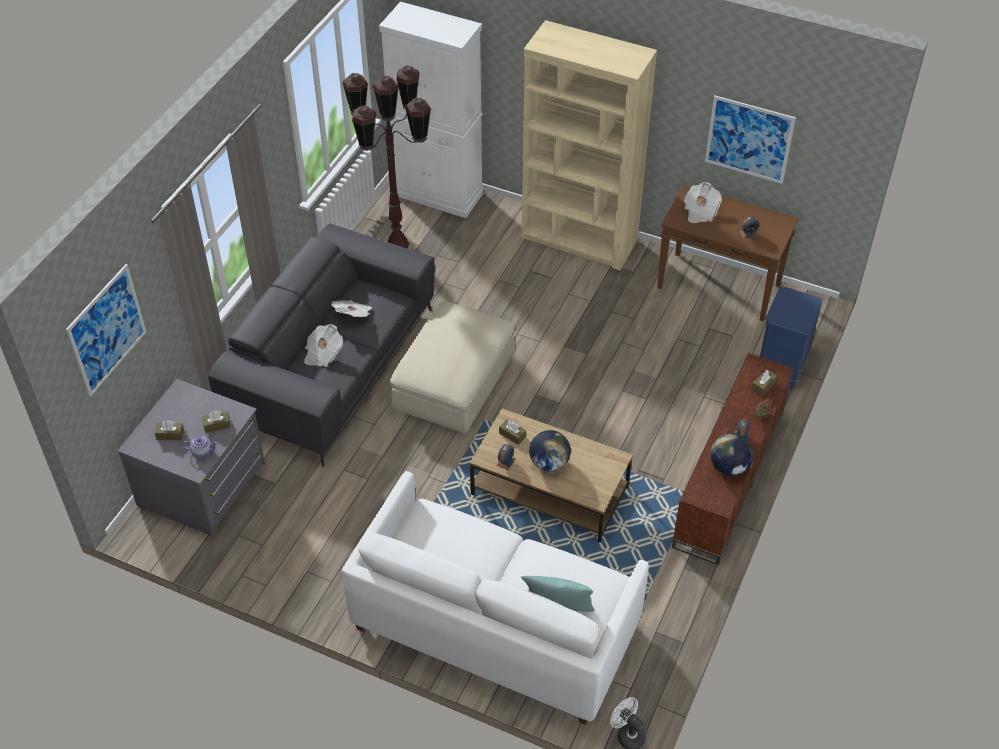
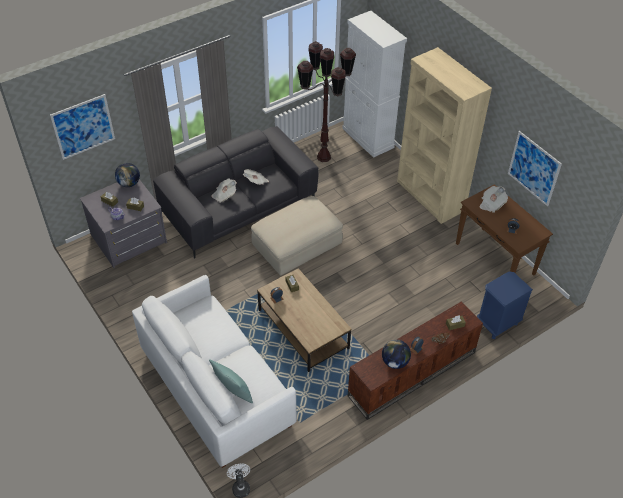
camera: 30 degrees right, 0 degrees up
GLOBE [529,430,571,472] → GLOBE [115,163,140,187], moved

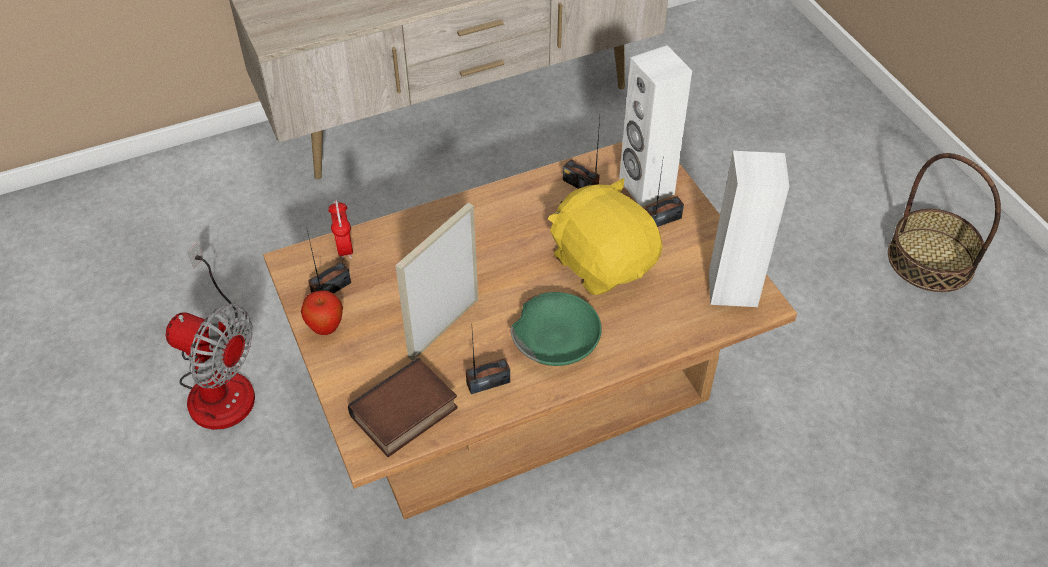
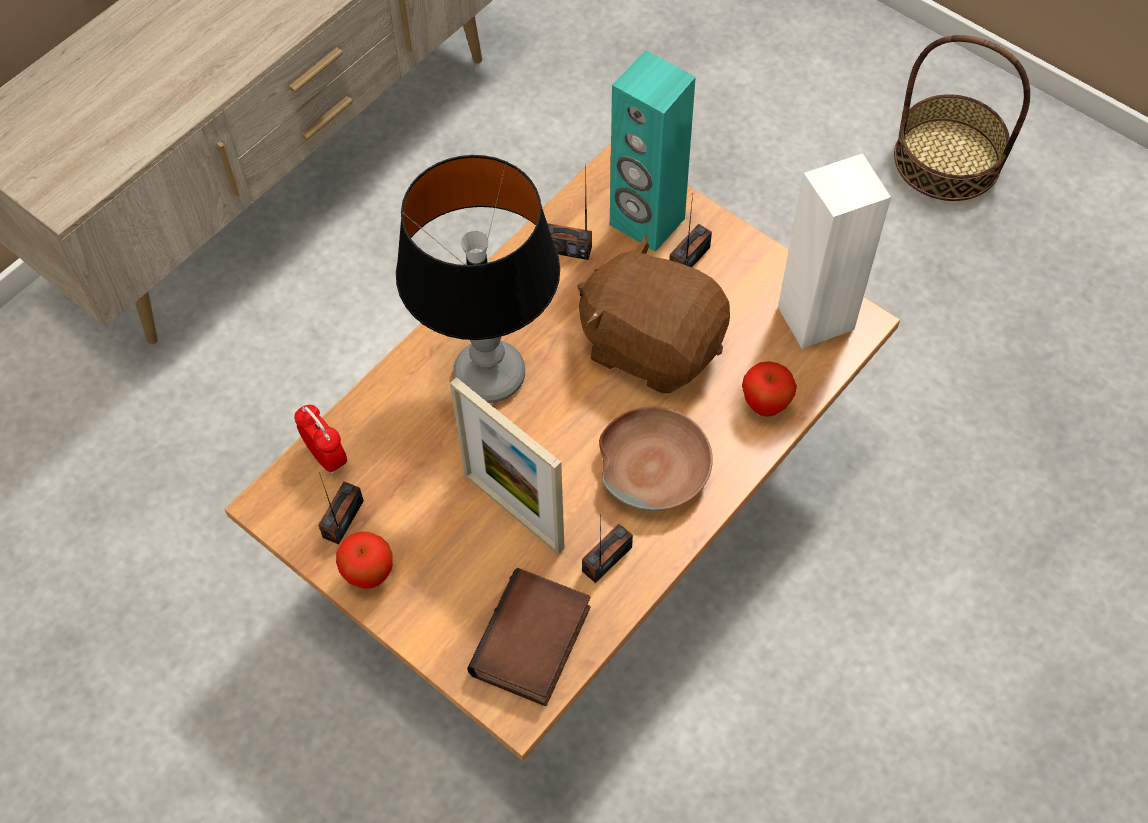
camera: 25 degrees left, 10 degrees up
WHITE SPEAKER [619,45,692,207] → TURQUOISE SPEAKER [610,50,696,252]
YELLOW PLUSH TOY [548,178,663,295] → BROWN PLUSH TOY [578,235,730,393]
PICTURE FRAME [395,202,478,361] → PICTURE FRAME [450,377,565,554], 60 degrees counterclockwise
FAN [166,242,255,430] → -
GREEN BOWL [510,292,602,366] → BROWN BOWL [599,407,713,511]
- → TABLE LAMP [396,155,560,403]
- → APPLE [742,361,797,417]

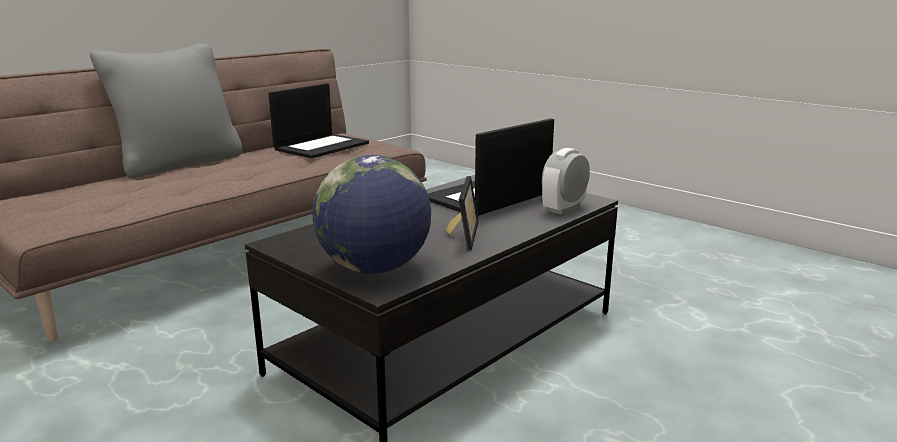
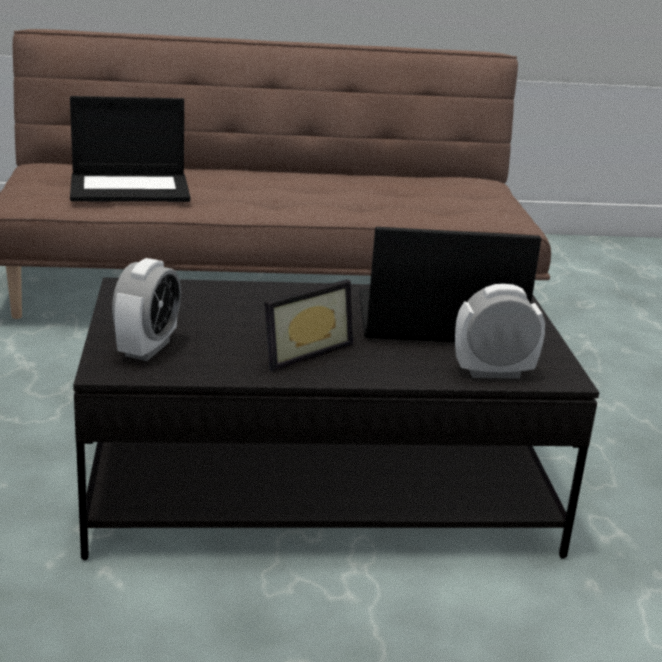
camera: 40 degrees right, 5 degrees up
GREY PILLOW [90,44,242,178] → -
LAPTOP [268,83,369,158] → LAPTOP [70,96,190,202], moved
GLOBE [313,155,431,274] → ALARM CLOCK [112,258,181,361]

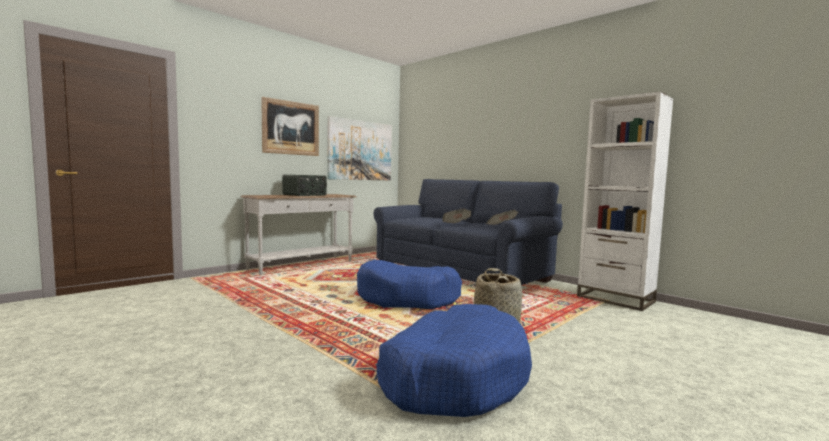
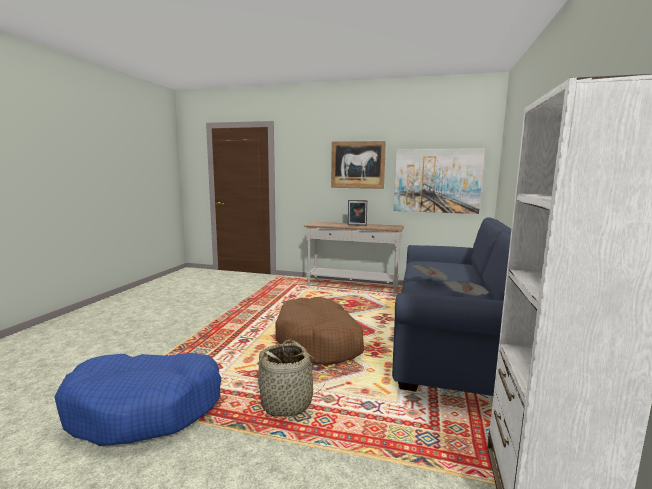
camera: 60 degrees right, 5 degrees up
RADIO [282,175,327,196] → PICTURE FRAME [348,200,367,226]
BLUE DOG BED [357,260,462,309] → BROWN DOG BED [275,297,364,365]

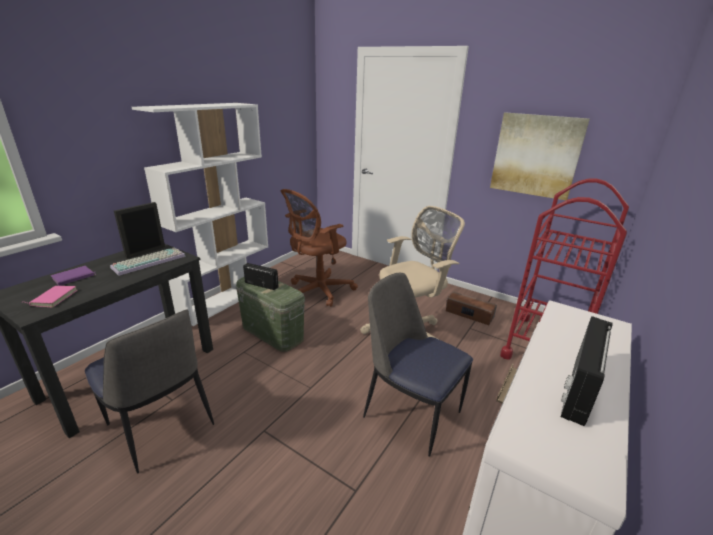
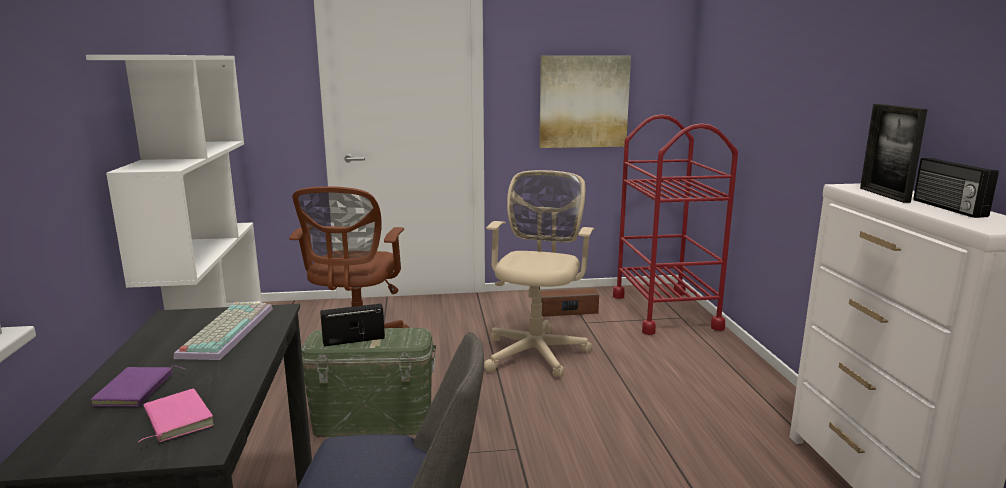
camera: 40 degrees left, 10 degrees down
PICTURE FRAME [114,202,165,259] → PICTURE FRAME [860,104,928,203], moved
CHAIR [363,273,473,457] → -

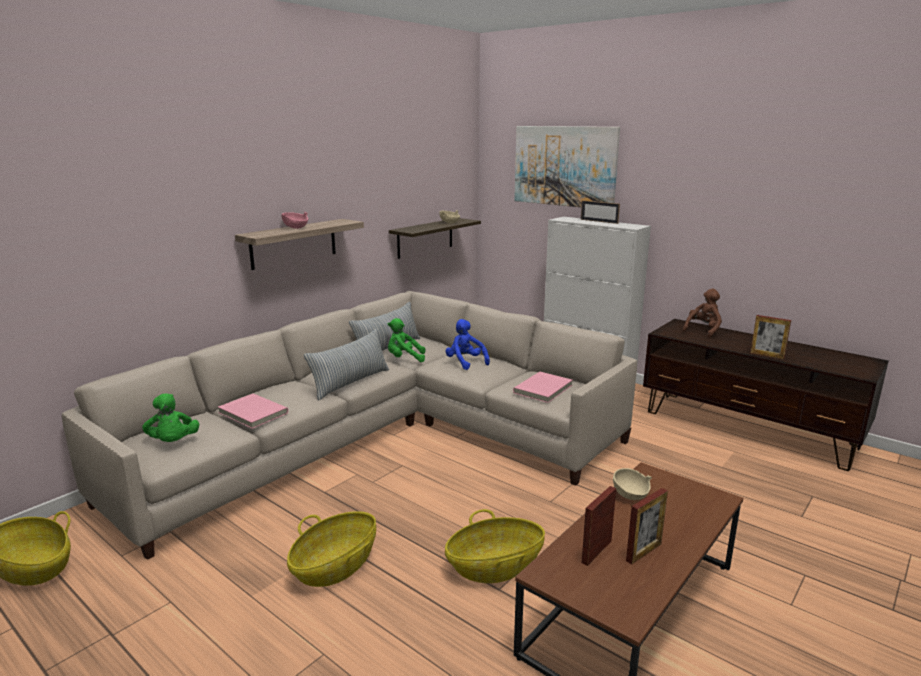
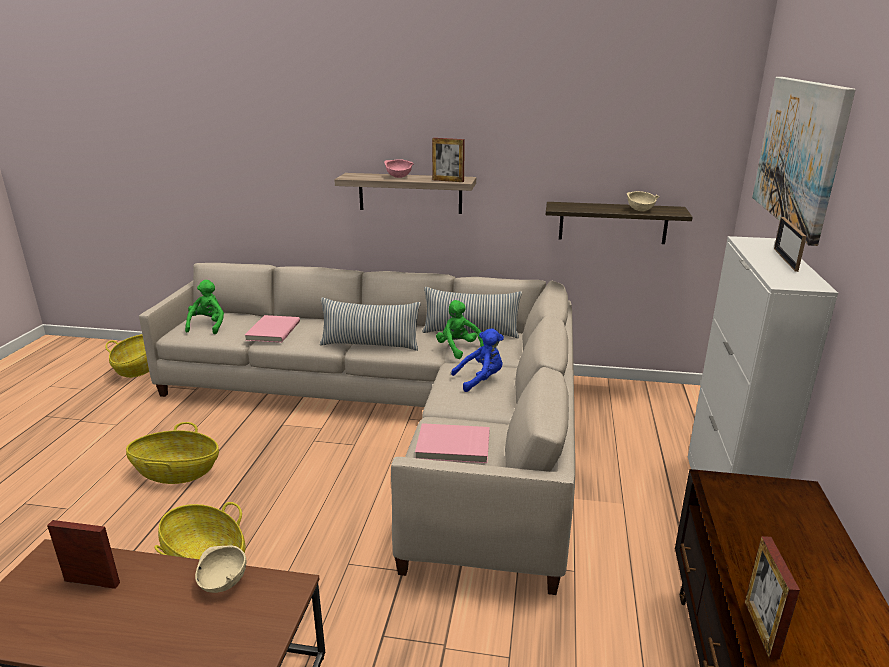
camera: 60 degrees right, 5 degrees up
BROWN PLUSH TOY [683,289,722,338] → -
BLUE PLUSH TOY [445,319,490,370] → BLUE PLUSH TOY [451,328,504,392], 45 degrees clockwise
GREEN PLUSH TOY [142,394,199,442] → GREEN PLUSH TOY [185,280,224,334], 150 degrees clockwise
PICTURE FRAME [626,488,668,564] → PICTURE FRAME [432,138,465,182], moved

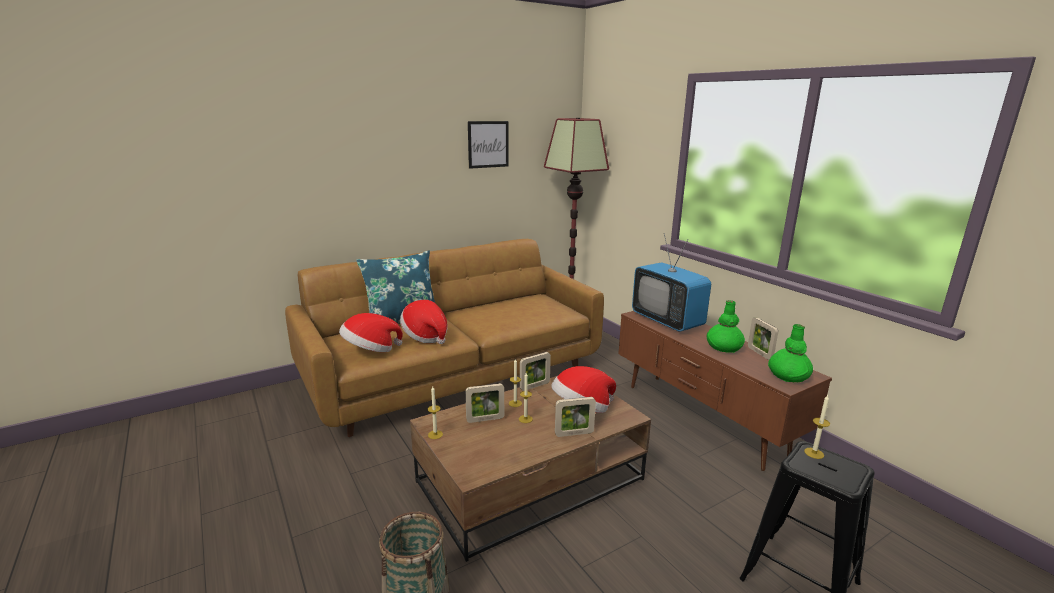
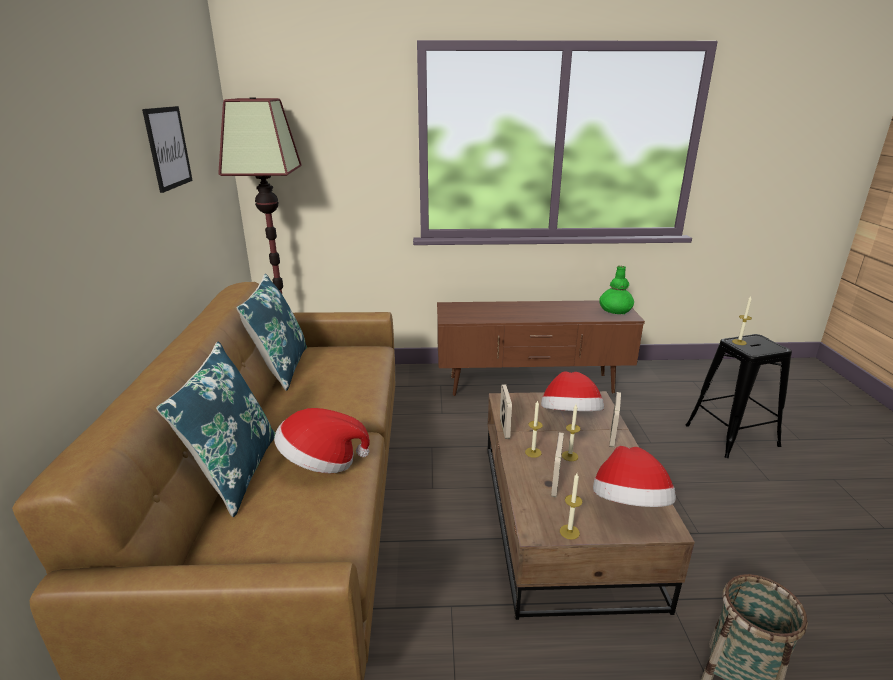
camera: 60 degrees left, 5 degrees up
TELEVISION [632,233,711,332] → -
GREEN VASE [707,300,745,353] → -
HAT [339,313,403,352] → HAT [593,446,676,507], moved
PICTURE FRAME [748,317,778,360] → -
- → BLUE PILLOW [237,273,307,391]

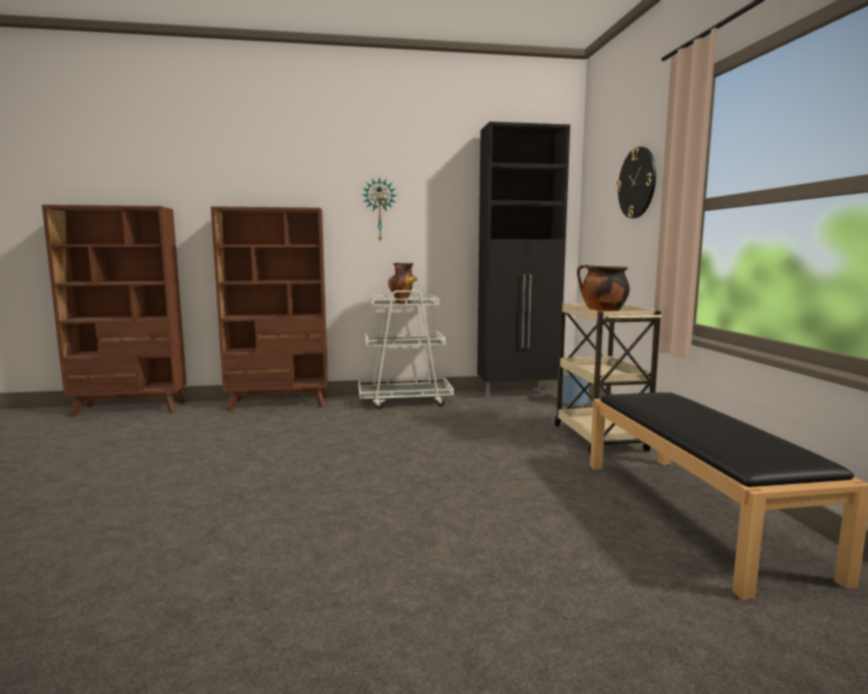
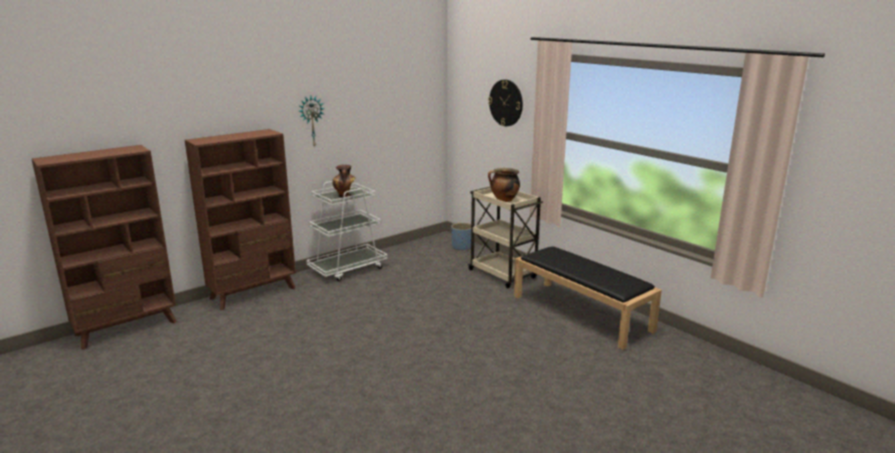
camera: 30 degrees left, 10 degrees up
BLACK CABINET [477,122,570,399] → -

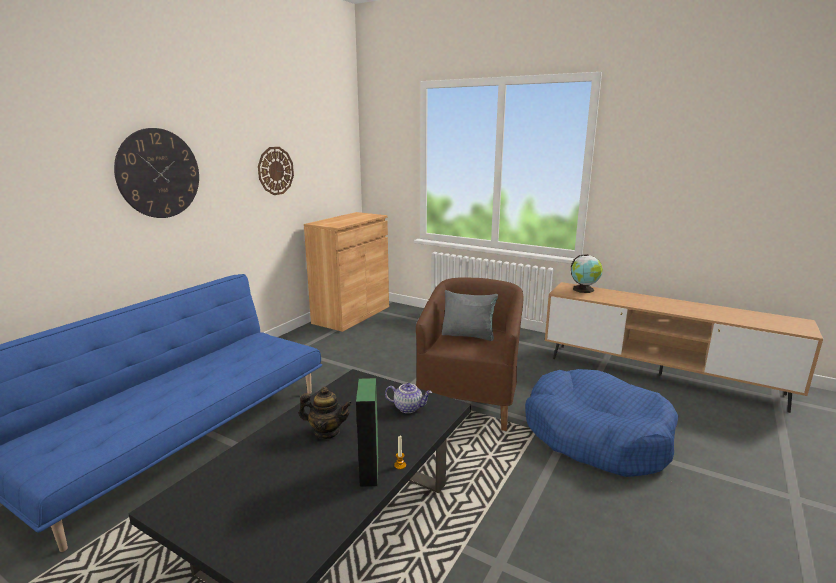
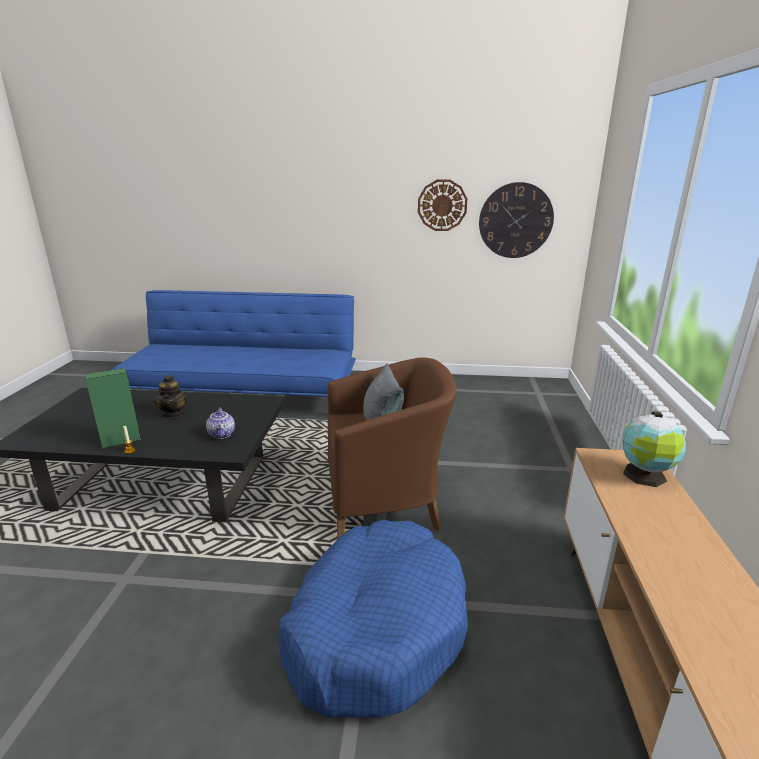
camera: 65 degrees right, 5 degrees up
WALL CLOCK [114,128,199,218] → WALL CLOCK [479,182,554,258], moved
BROWN CABINET [304,212,389,332] → -

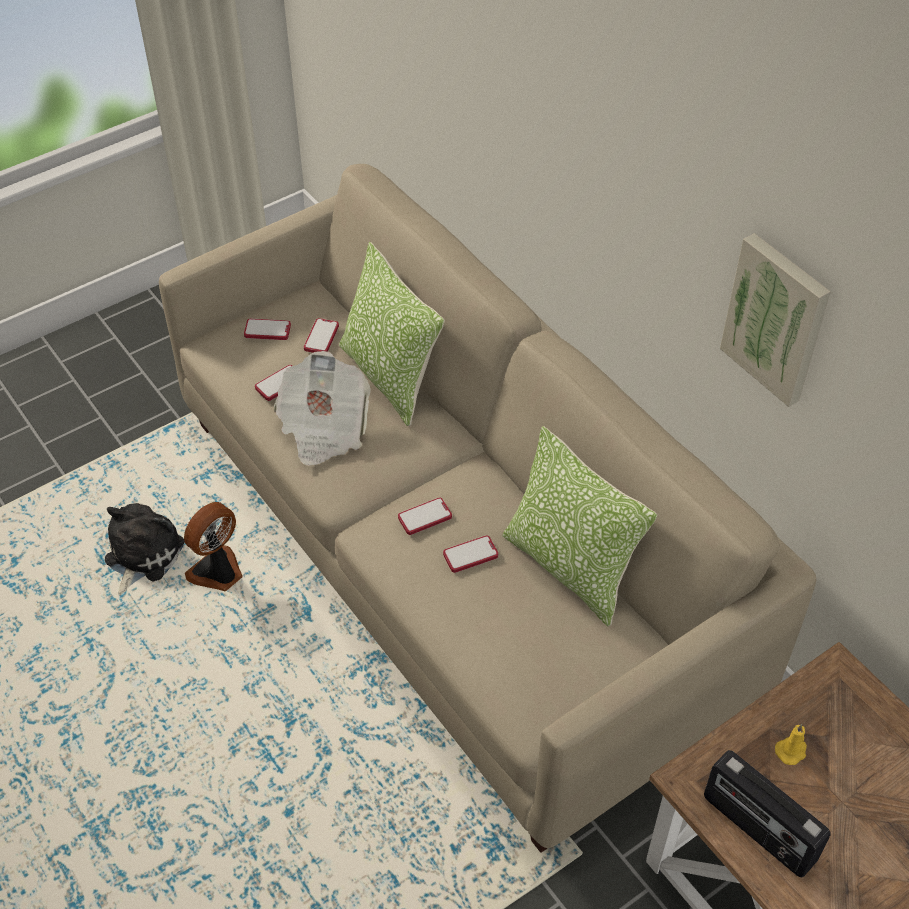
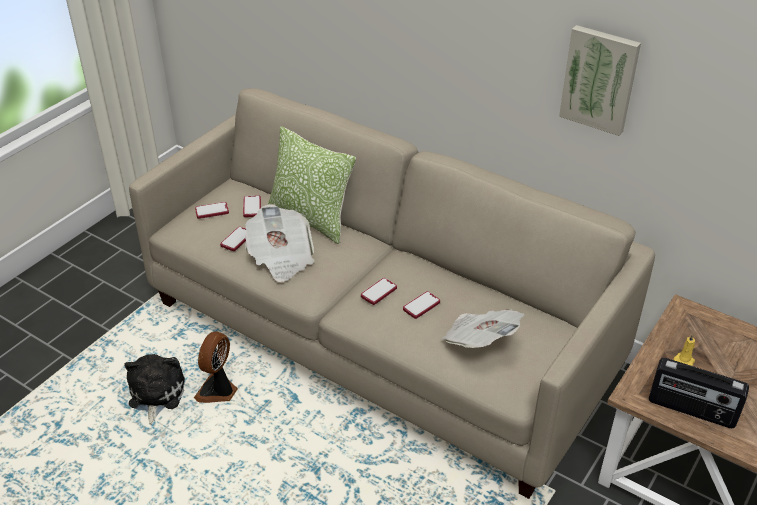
camera: 20 degrees left, 10 degrees down
PILLOW [502,426,657,626] → -
- → NEWSPAPER [441,309,524,348]

